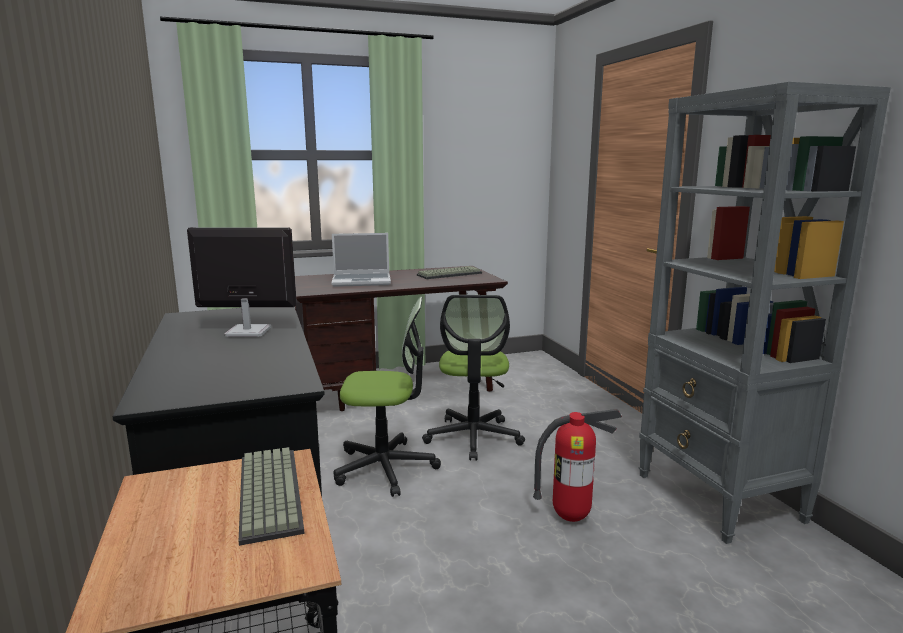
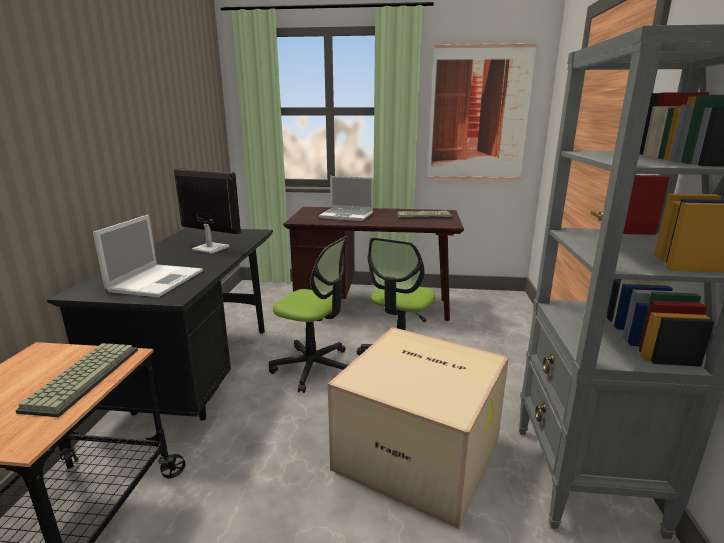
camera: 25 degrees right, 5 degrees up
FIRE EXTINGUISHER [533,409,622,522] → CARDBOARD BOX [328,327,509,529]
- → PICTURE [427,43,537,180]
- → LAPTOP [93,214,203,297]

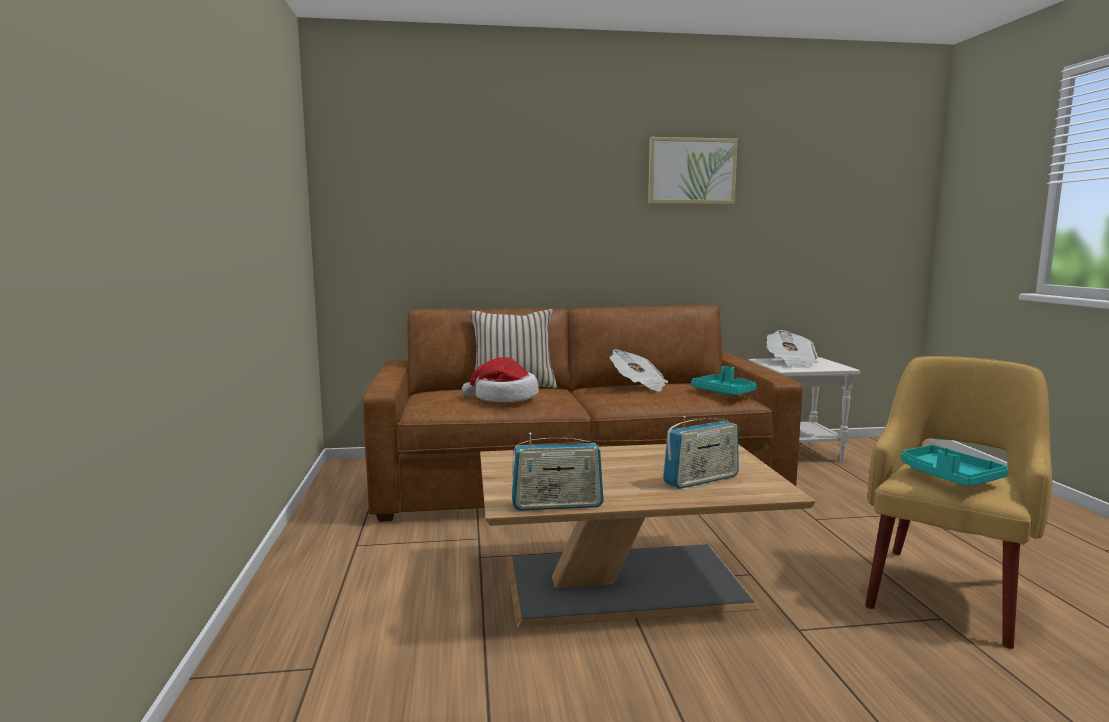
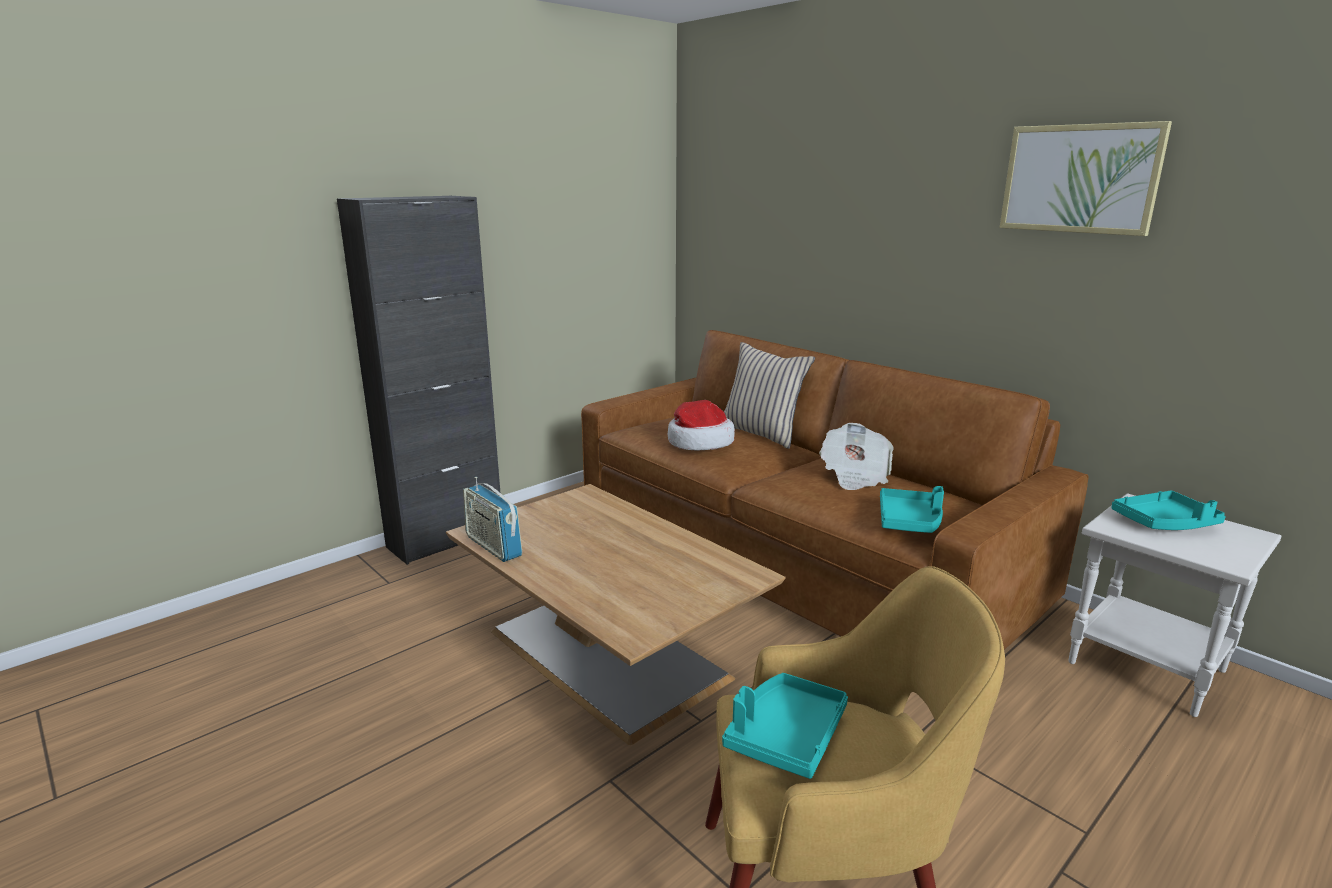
camera: 55 degrees right, 10 degrees up
NEWSPAPER [767,330,818,368] → TURQUOISE TRAY [1111,491,1226,530]
RADIO [663,416,739,489] → -
- → BLACK CABINET [337,196,500,565]

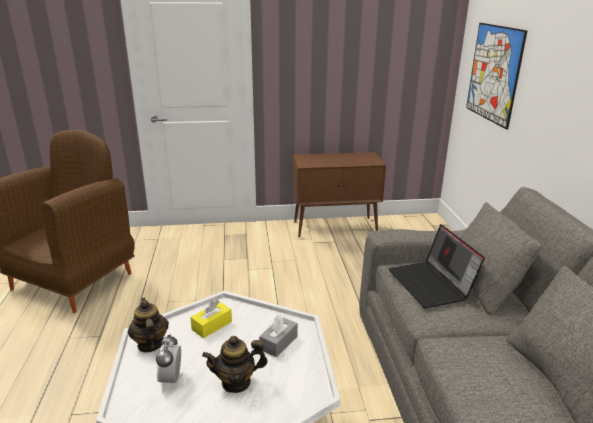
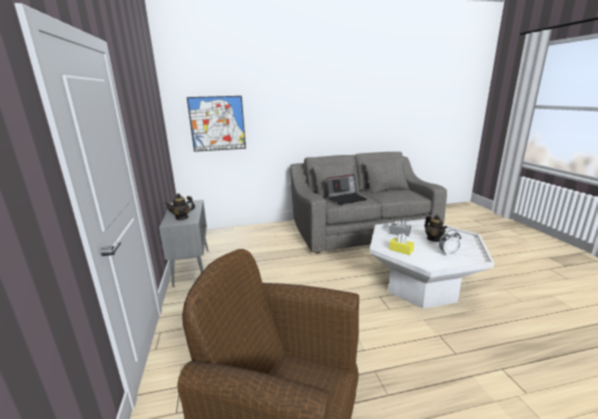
camera: 95 degrees left, 5 degrees down
BROWN CABINET [293,152,386,237] → GREY CABINET [159,200,208,287]
TEAPOT [128,298,169,352] → TEAPOT [165,193,195,220], moved

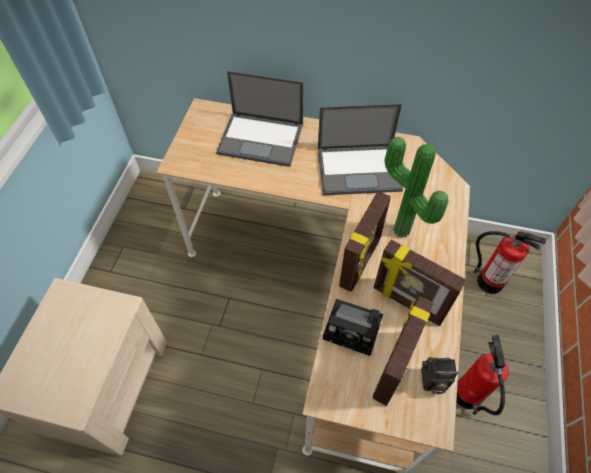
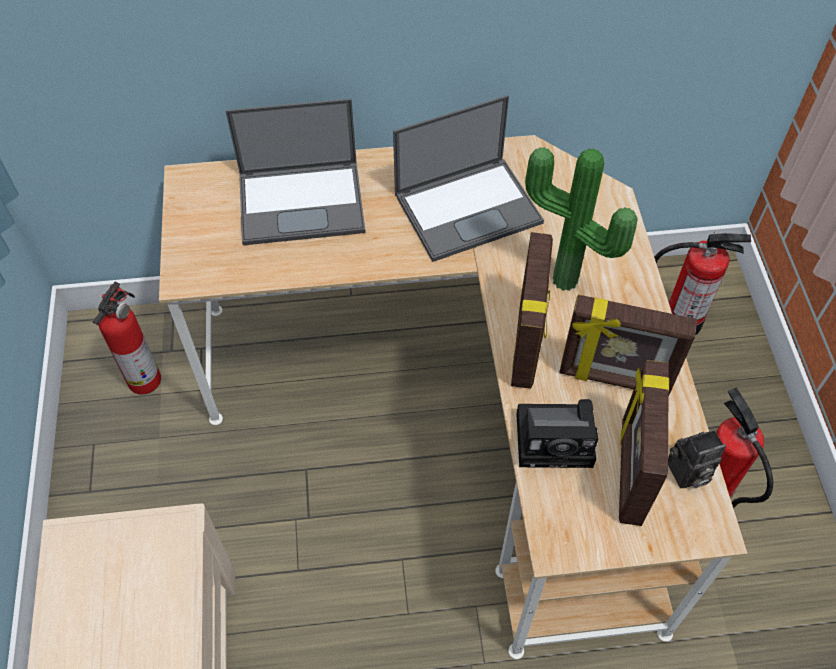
camera: 20 degrees left, 0 degrees up
- → FIRE EXTINGUISHER [93,281,161,395]

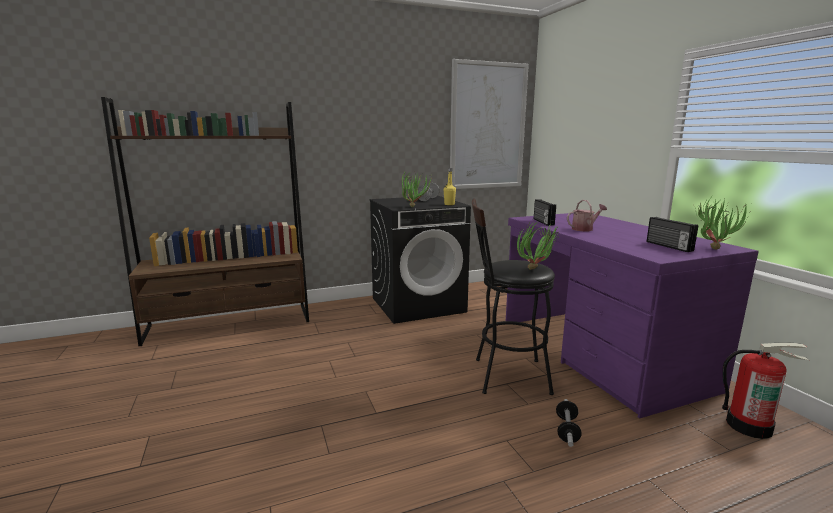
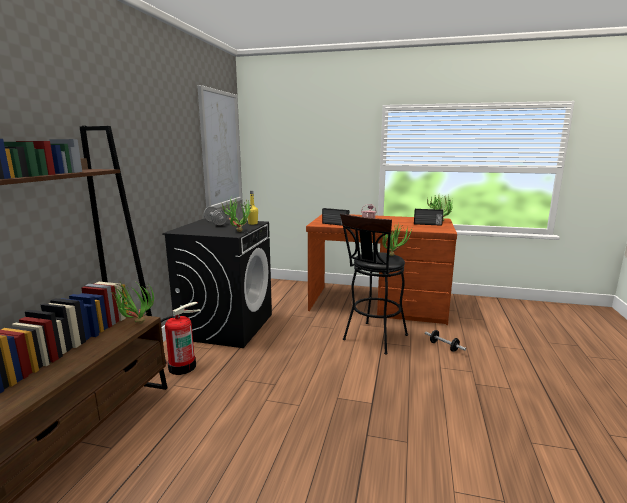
camera: 55 degrees left, 0 degrees up
PURPLE DESK [506,213,759,419] → BROWN DESK [306,214,457,325]
FIRE EXTINGUISHER [722,342,809,439] → FIRE EXTINGUISHER [161,302,201,375], moved
- → POTTED PLANT [111,282,154,324]

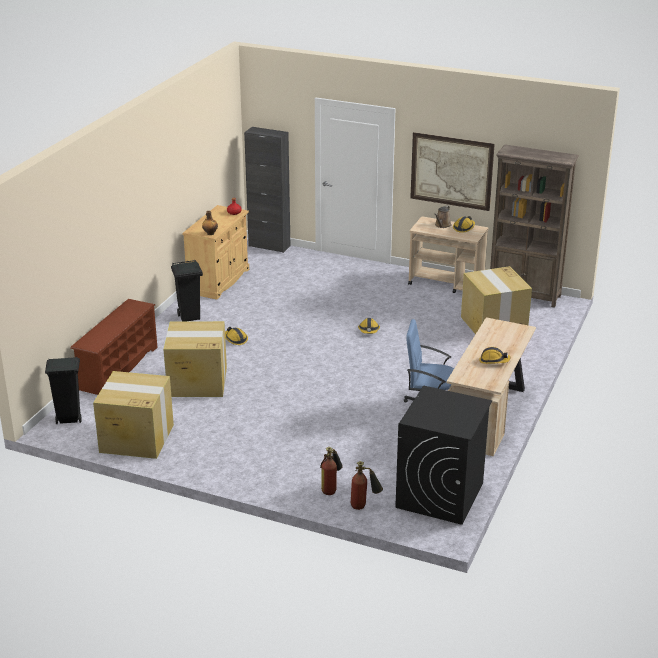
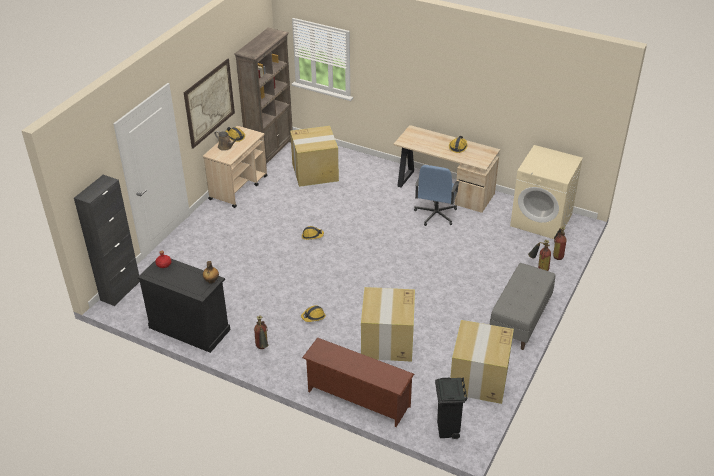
camera: 85 degrees left, 10 degrees up
BEIGE CABINET [183,205,249,300] → BLACK CABINET [138,259,230,353]
BLACK TRASH CAN [171,260,203,321] → FIRE EXTINGUISHER [254,315,268,349]
BLACK WASHING MACHINE [395,386,492,525] → BEIGE WASHING MACHINE [510,145,583,239]
- → GREY BENCH [489,263,555,350]

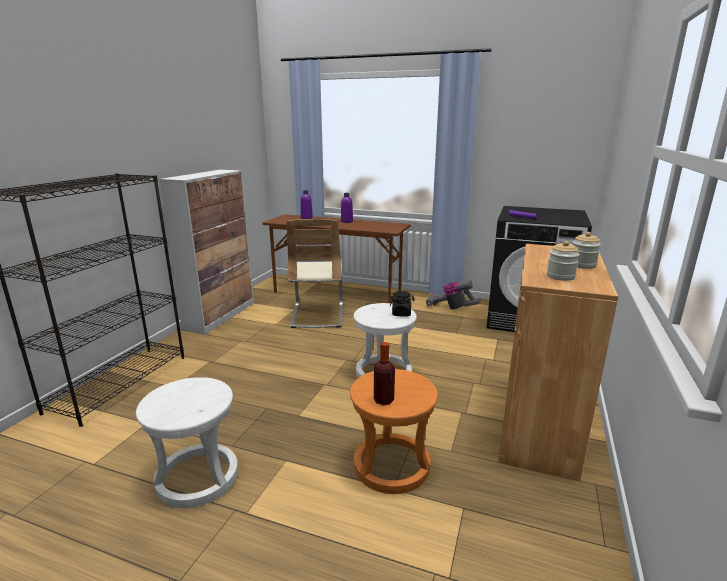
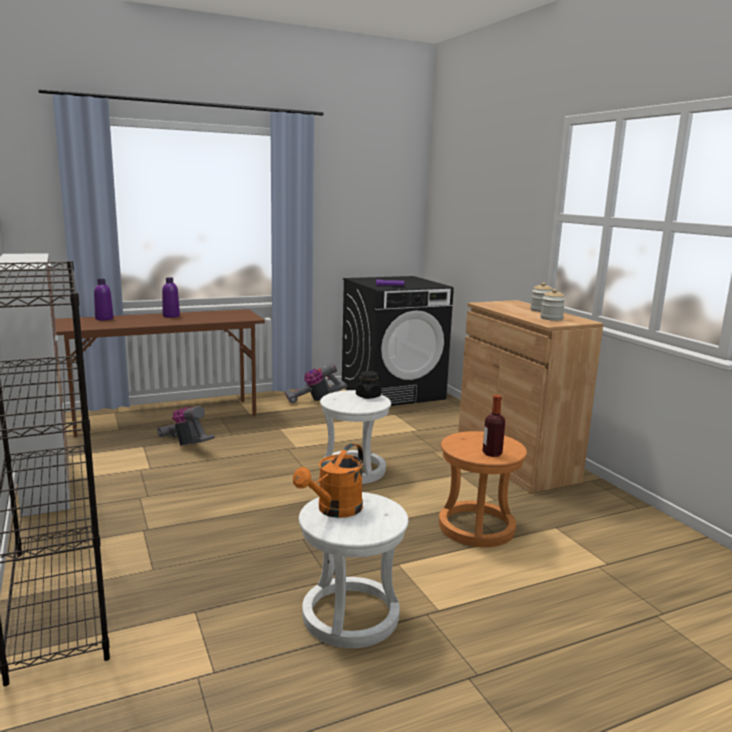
camera: 45 degrees left, 5 degrees down
BEIGE CHAIR [287,219,343,328] → VACUUM CLEANER [157,406,215,446]
- → ORANGE WATERING CAN [293,443,363,518]

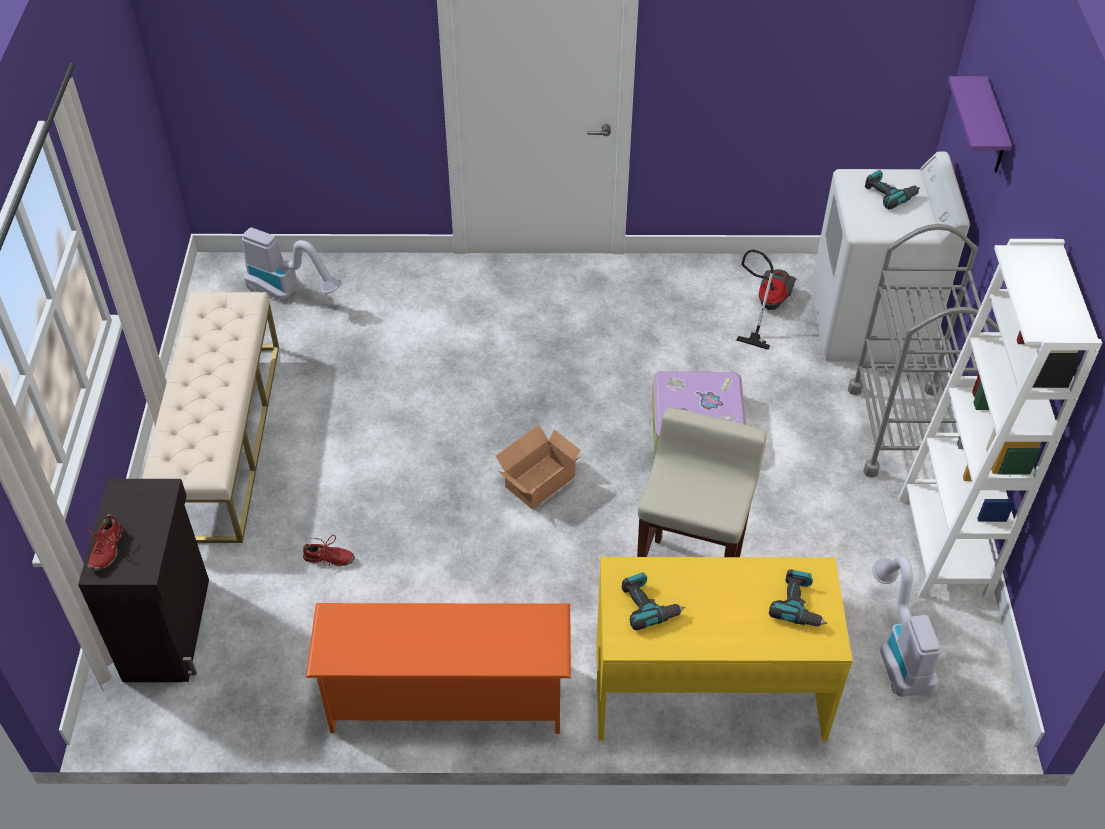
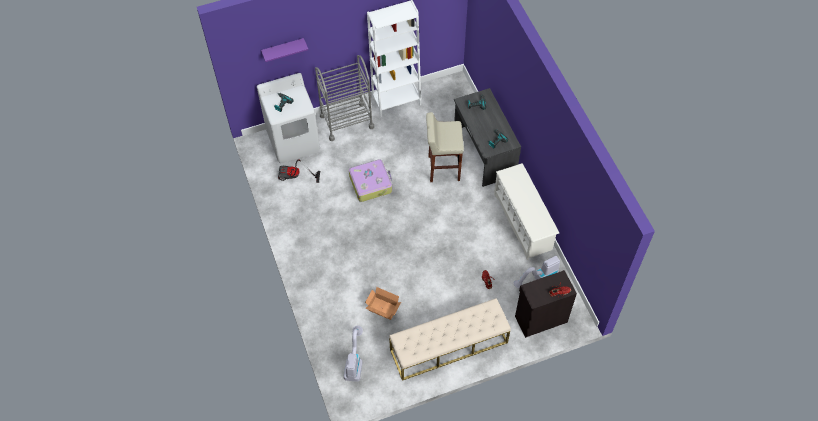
camera: 110 degrees left, 10 degrees up
CARDBOARD BOX [496,425,580,509] → CARDBOARD BOX [365,287,401,320], moved
VACUUM CLEANER [873,556,941,697] → VACUUM CLEANER [514,256,560,289], moved
YELLOW DESK [596,557,852,741] → GREY DESK [454,88,521,187]
ORANGE SHOE RACK [306,603,571,734] → WHITE SHOE RACK [494,163,559,260]

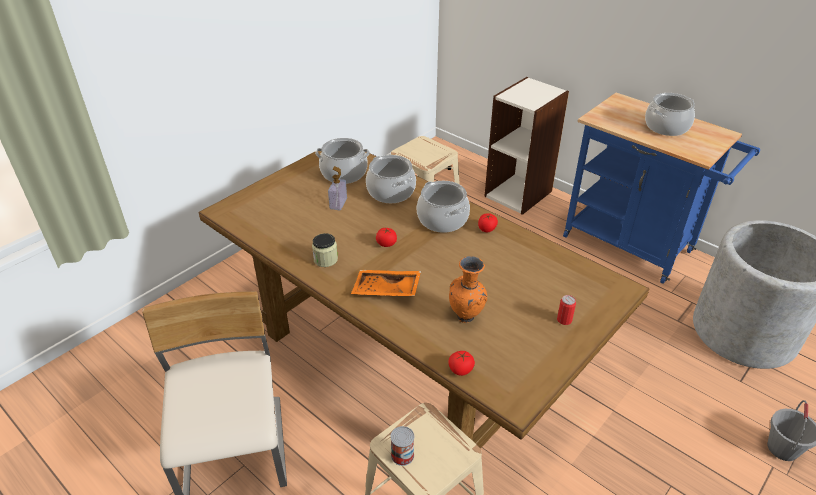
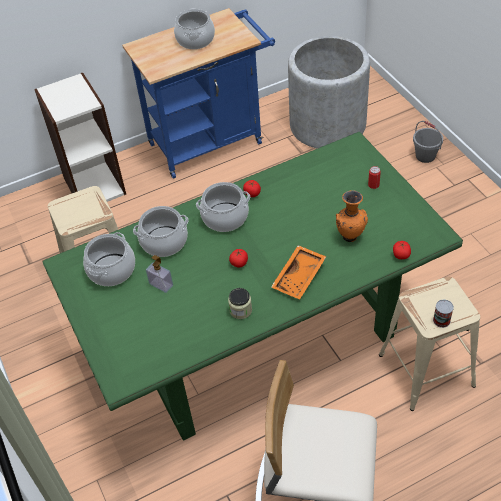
camera: 65 degrees left, 10 degrees up
BROWN DINING TABLE [199,151,649,449] → GREEN DINING TABLE [42,132,463,441]

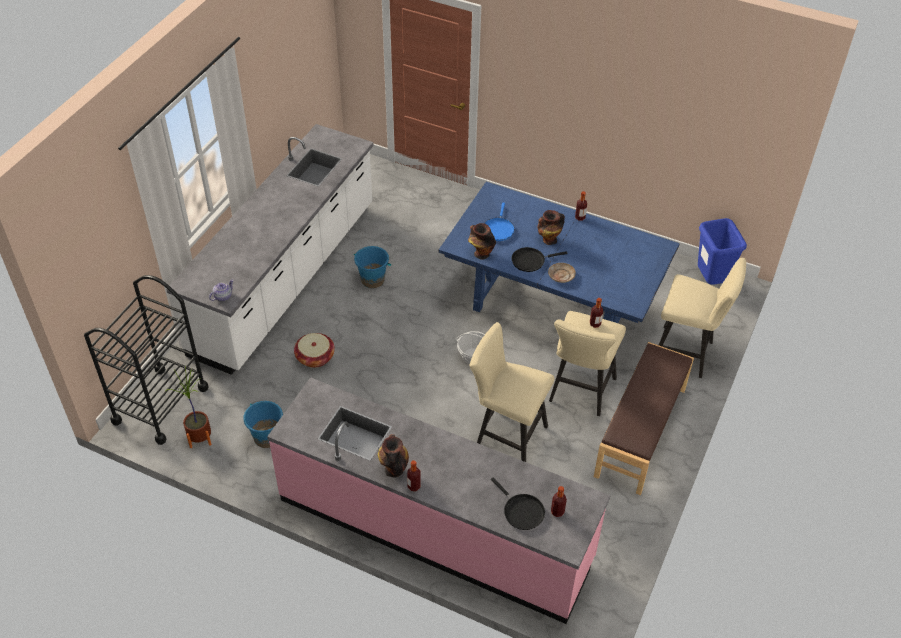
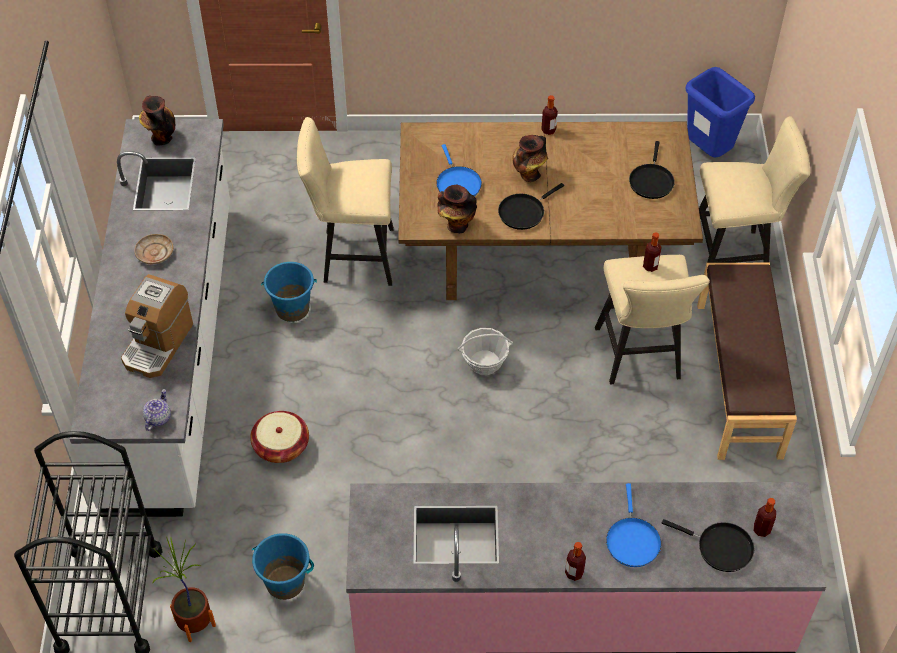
camera: 25 degrees left, 5 degrees up
BLUE DINING TABLE [439,182,680,323] → BROWN DINING TABLE [398,122,703,300]
BEIGE PLATE [548,263,576,283] → BEIGE PLATE [134,234,173,264], moved
BEIGE STOOL [470,322,554,462] → BEIGE STOOL [297,117,394,286], moved
VASE [378,434,409,478] → VASE [139,95,175,146], moved
- → BLACK FRYING PAN [629,141,675,199]
- → COFFEE MACHINE [121,274,193,378]
- → BLUE FRYING PAN [606,483,661,567]

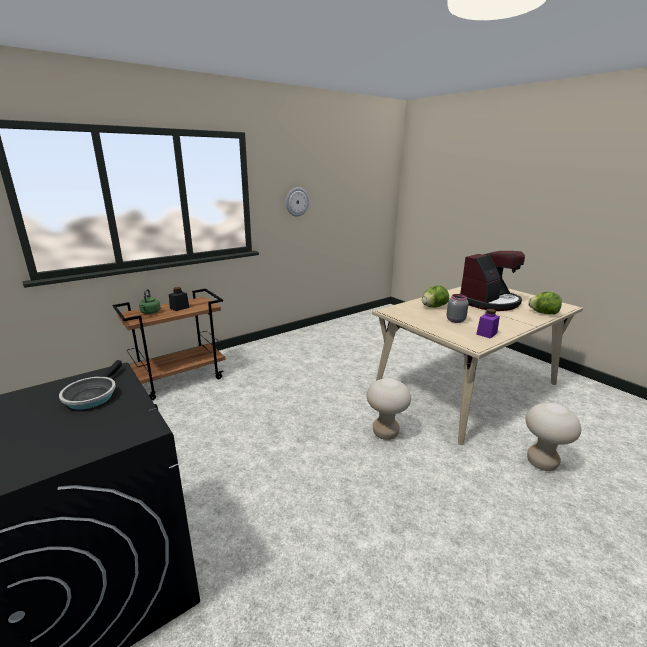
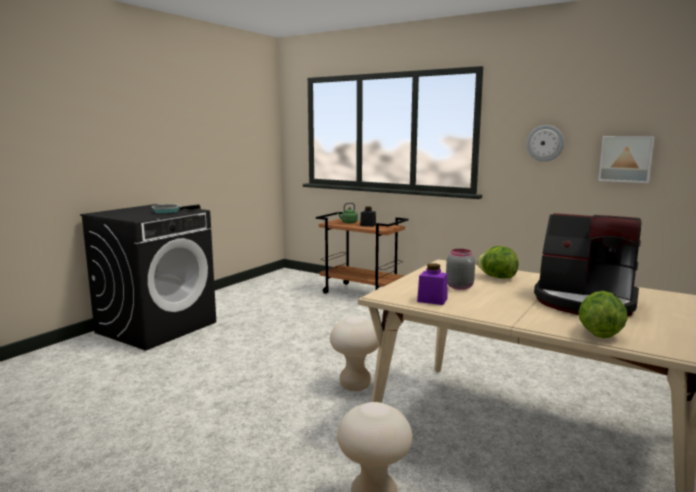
camera: 70 degrees right, 10 degrees down
- → PICTURE [598,136,655,183]

